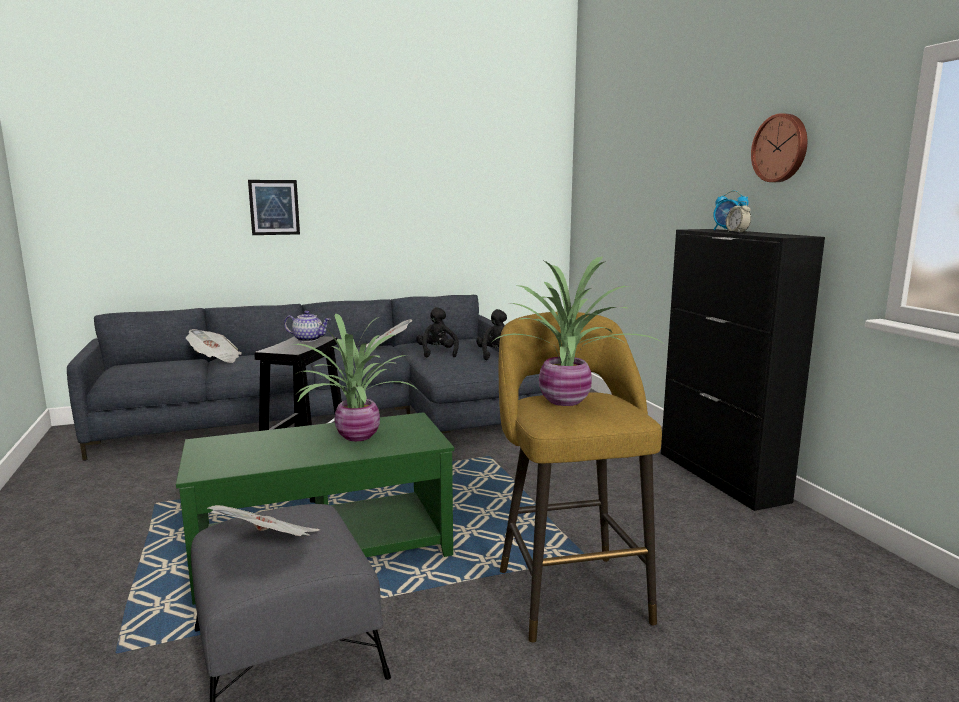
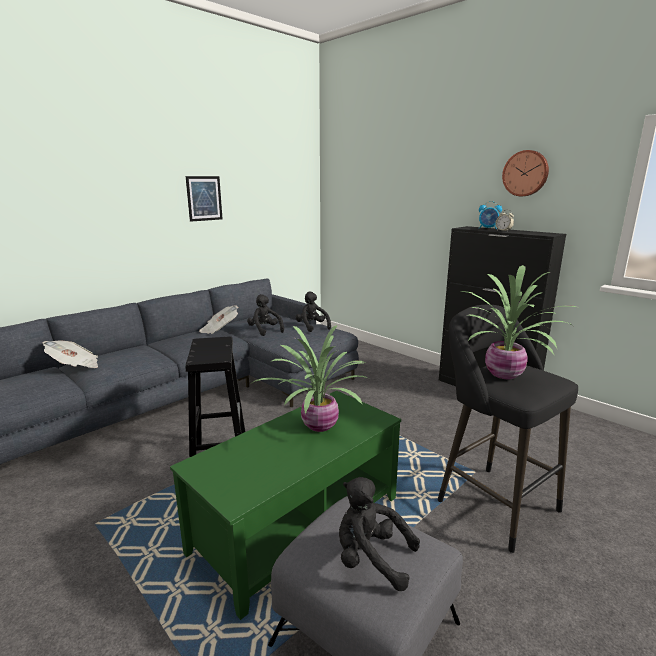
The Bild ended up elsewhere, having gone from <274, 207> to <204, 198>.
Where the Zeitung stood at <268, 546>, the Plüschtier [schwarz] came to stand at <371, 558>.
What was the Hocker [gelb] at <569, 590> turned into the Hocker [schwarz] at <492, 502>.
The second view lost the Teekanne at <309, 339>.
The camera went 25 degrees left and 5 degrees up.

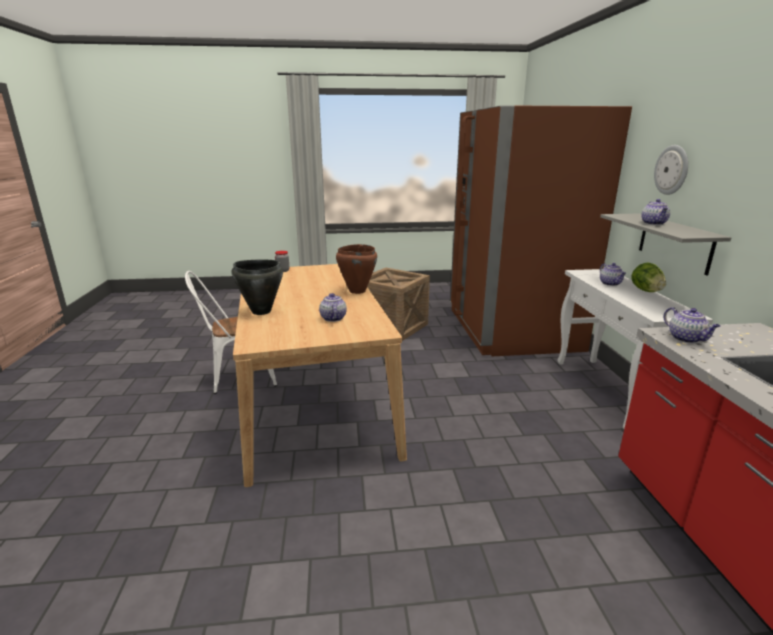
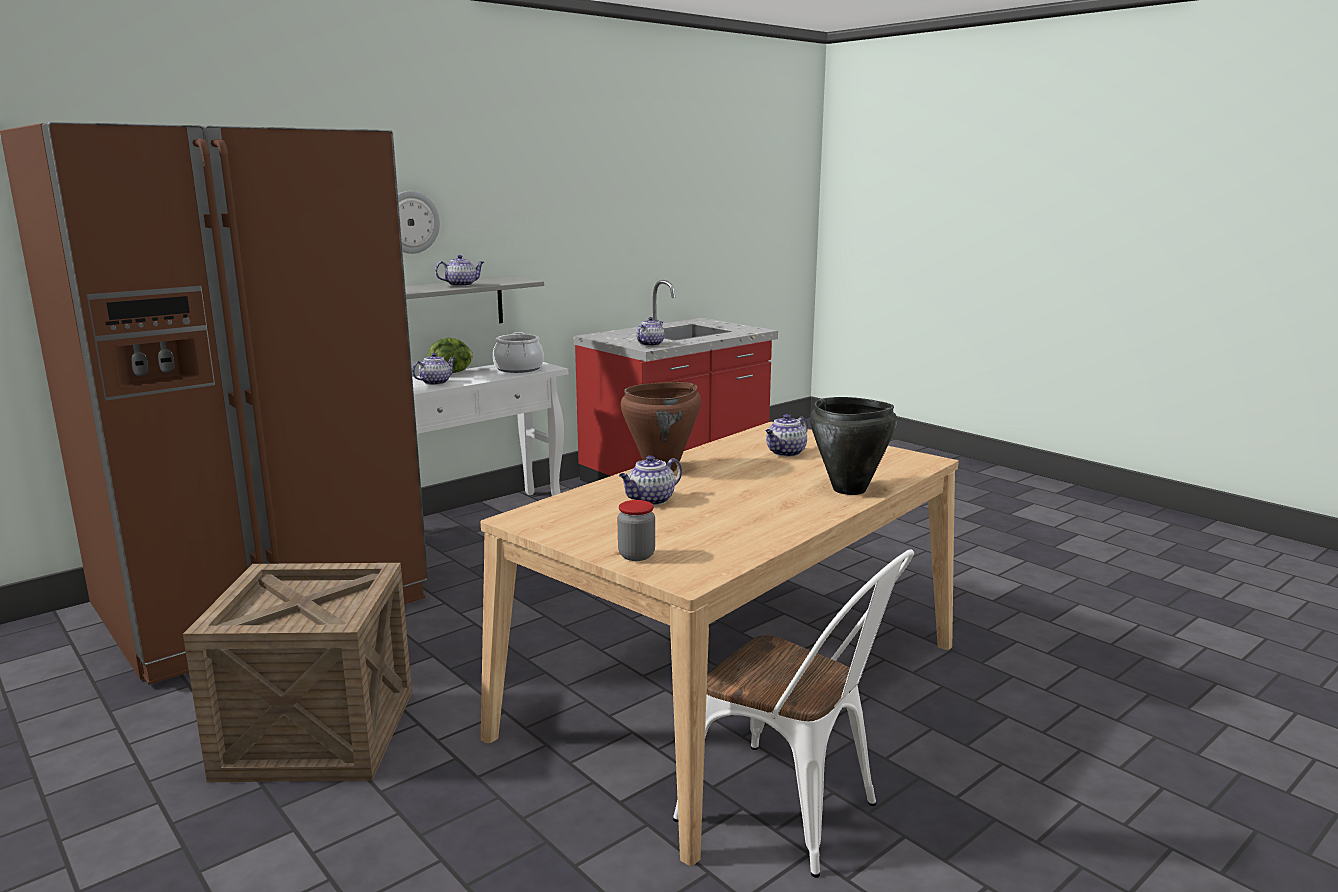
The second view gained the Kochtopf at <518, 369>.
The second view gained the Teekanne at <650, 500>.
The camera went 125 degrees left and 5 degrees down.

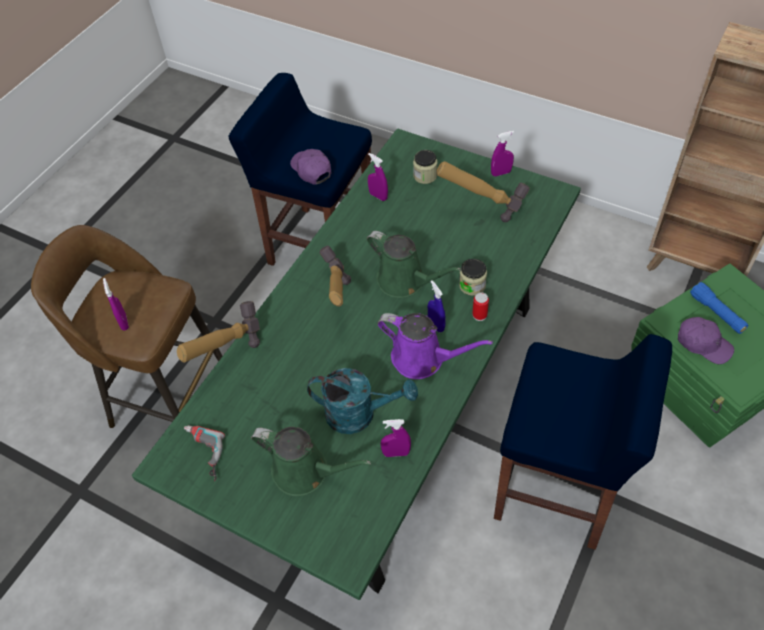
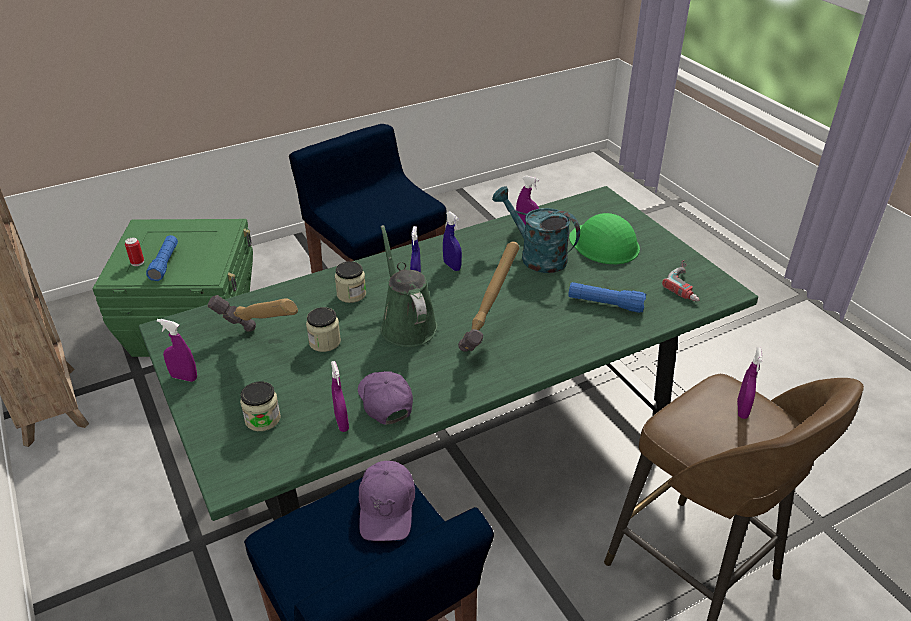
The Dose ended up elsewhere, having gone from <479, 315> to <137, 262>.
The second view gained the Vorratsglas at <324, 342>.
The Kappe [lila] ended up elsewhere, having gone from <703, 344> to <385, 401>.
Where the Gießkanne [lila] stood at <423, 359>, the Sprühflasche [blau] came to stand at <452, 266>.
The second view gained the Taschenlampe [blau] at <605, 304>.
Where the Gießkanne [grün] stood at <305, 471>, the Schutzhelm [grün] came to stand at <604, 244>.
The second view lost the Hammer at <227, 357>.
The camera went 150 degrees left and 15 degrees down.

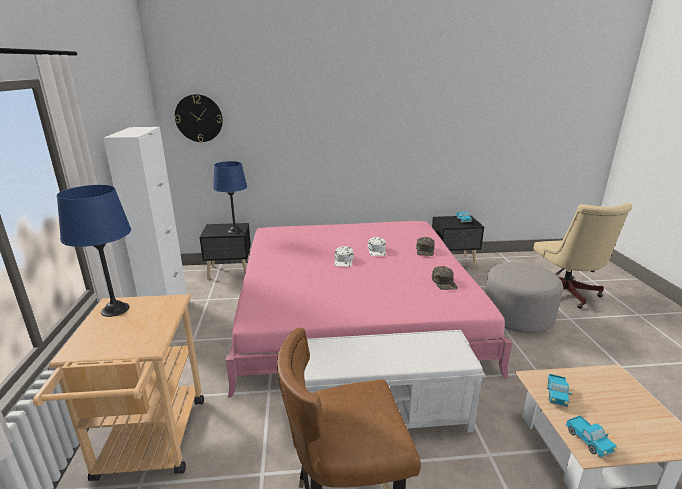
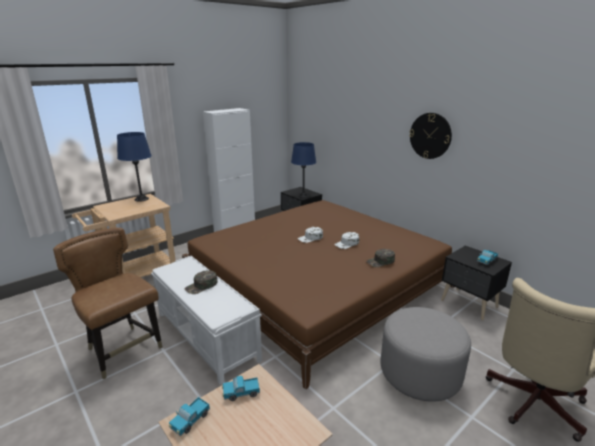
What was the Bett [rosa] at <353, 308> turned into the Bett [braun] at <316, 283>.
The Kappe [grün] ended up elsewhere, having gone from <444, 282> to <201, 286>.
The Wanduhr ended up elsewhere, having gone from <199, 118> to <430, 135>.
The camera went 55 degrees right and 0 degrees up.

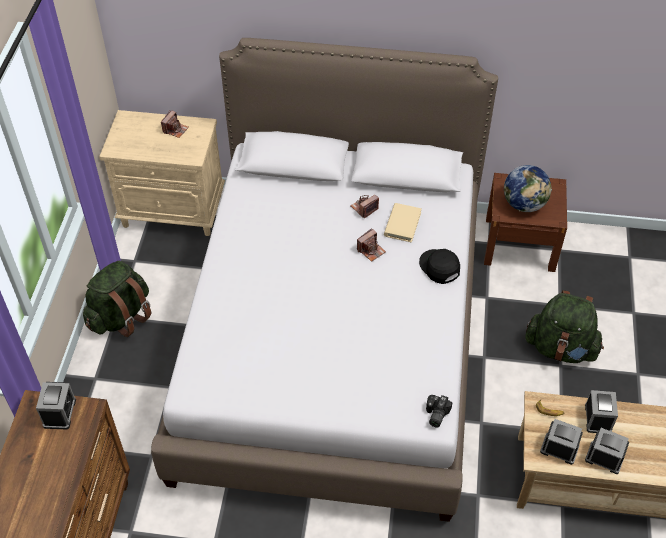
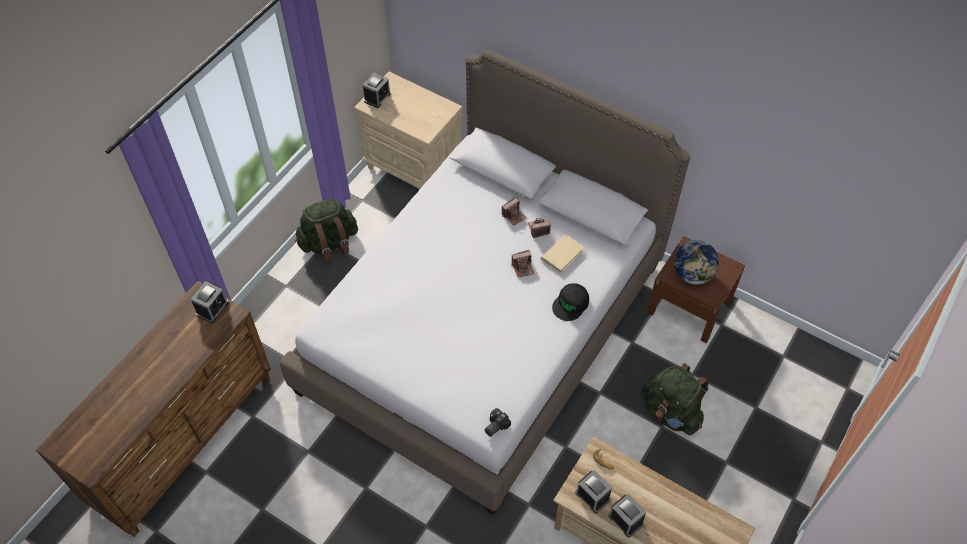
The Wecker ended up elsewhere, having gone from <598, 418> to <377, 97>.
The Kamera ended up elsewhere, having gone from <175, 129> to <514, 216>.
The Kappe [schwarz] at <439, 267> ended up facing another way, 135 degrees counterclockwise from before.
The camera went 25 degrees right and 5 degrees up.

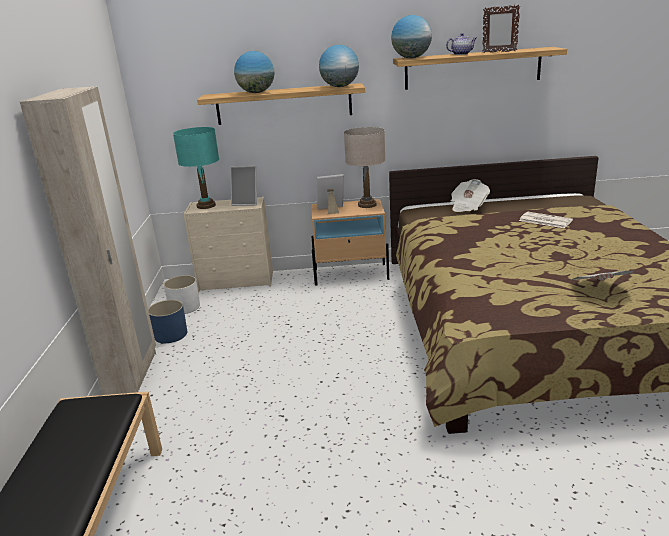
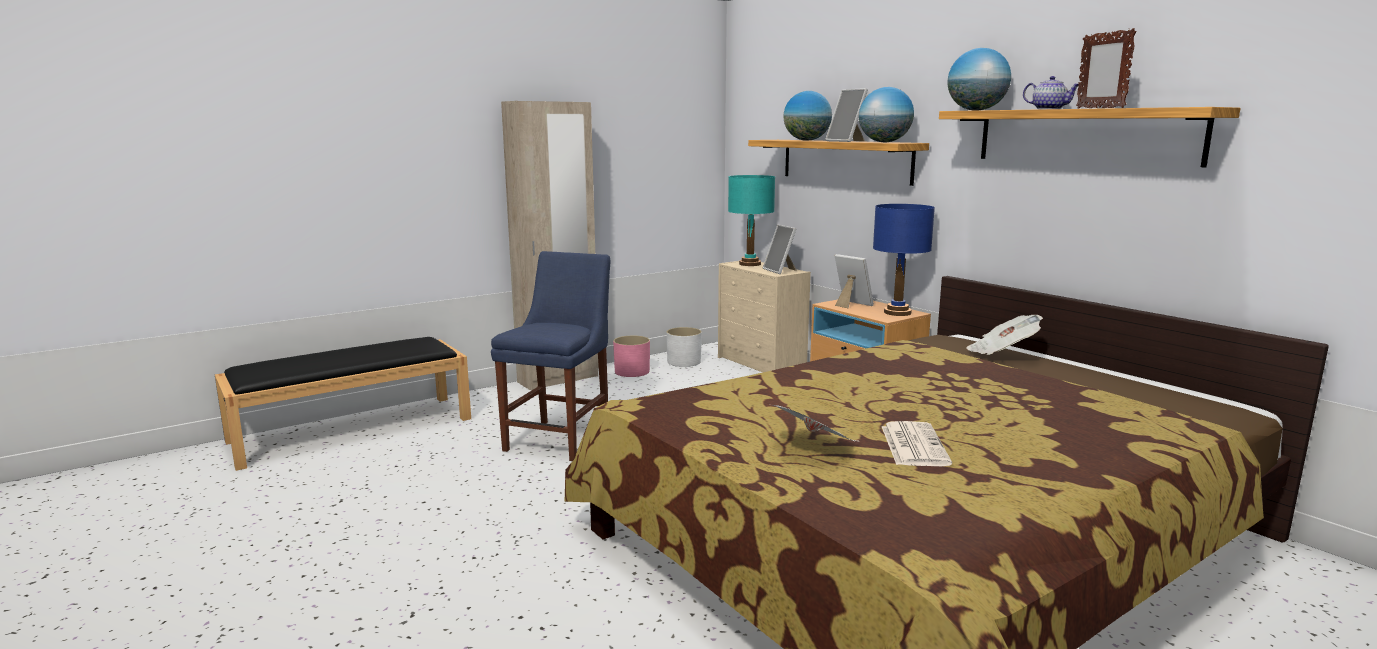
The second view gained the Stuhl [blau] at <561, 438>.
What was the Pflanzkübel [blau] at <170, 335> turned into the Pflanzkübel [rosa] at <632, 372>.
The second view gained the Bilderrahmen at <847, 141>.
What was the Tischlampe [beige] at <367, 205> turned into the Tischlampe [blau] at <897, 312>.
The Zeitung ended up elsewhere, having gone from <544, 220> to <913, 445>.
The camera went 55 degrees right and 10 degrees down.

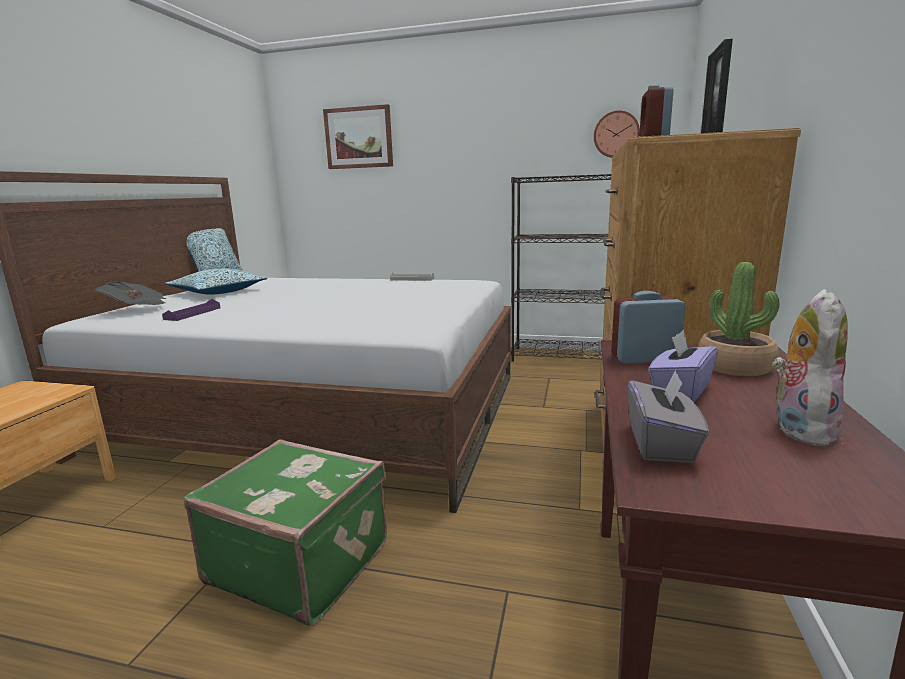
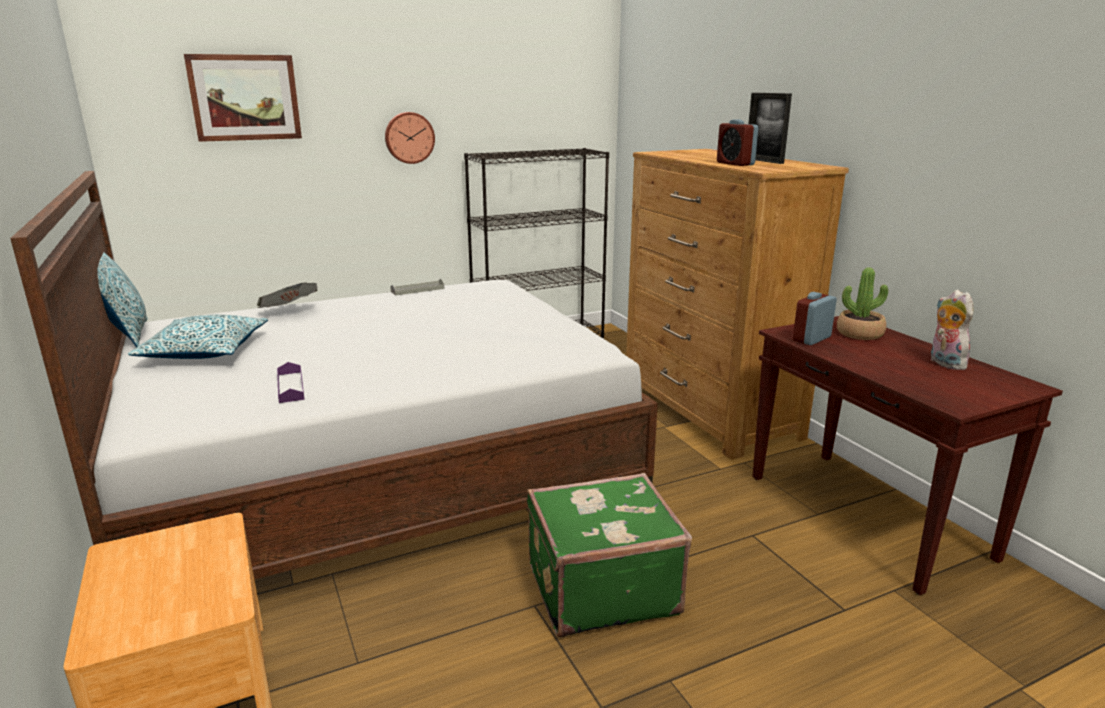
The Zeitung ended up elsewhere, having gone from <138, 310> to <289, 312>.
The Wanduhr ended up elsewhere, having gone from <616, 134> to <409, 137>.
The second view lost the Taschentuchbox [grau] at <661, 444>.
The second view lost the Taschentuchbox [lila] at <680, 390>.
The camera went 40 degrees left and 5 degrees up.

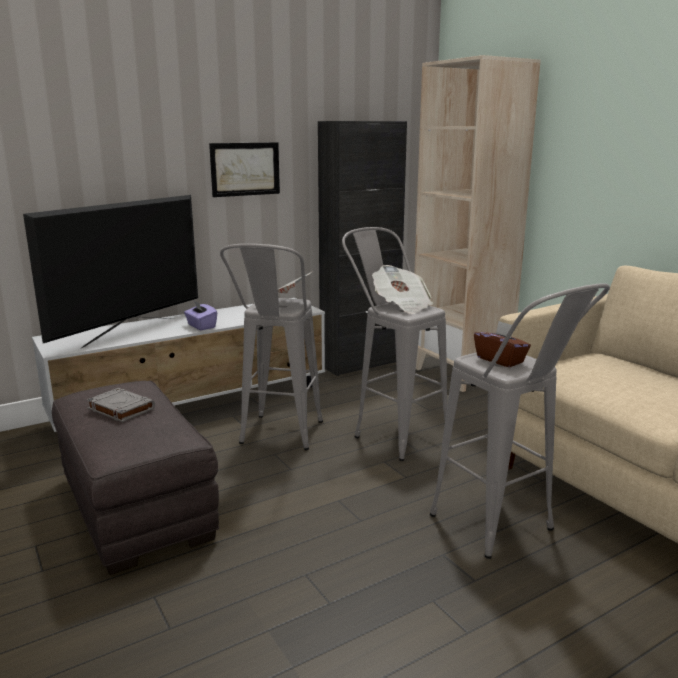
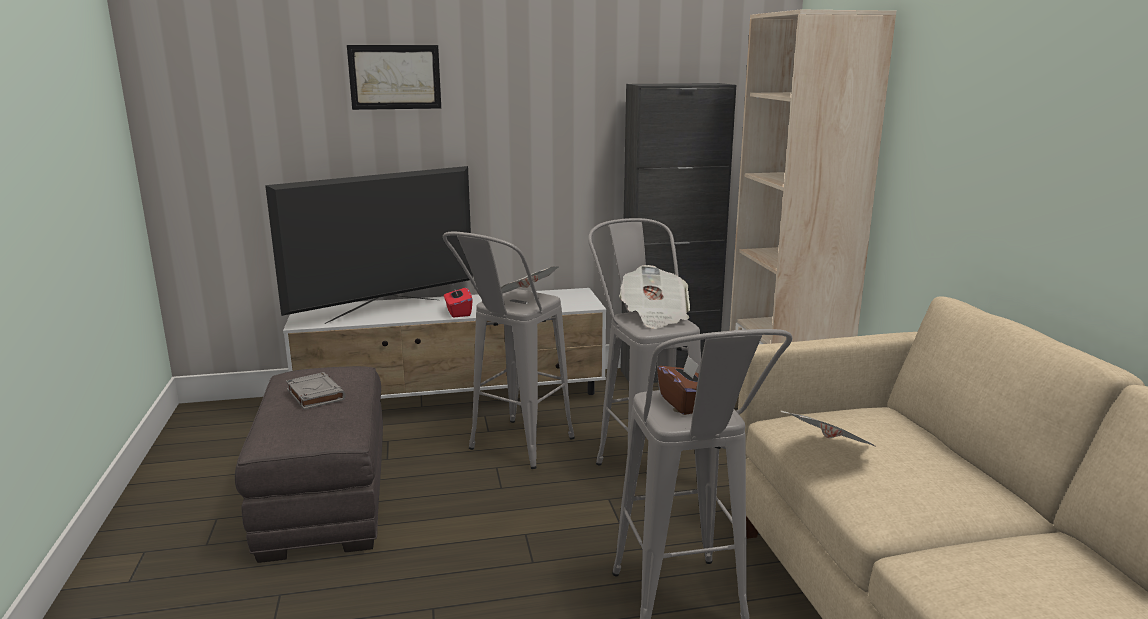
The Bild ended up elsewhere, having gone from <245, 169> to <395, 77>.
What was the Taschentuchbox [lila] at <201, 326> turned into the Taschentuchbox [rot] at <458, 312>.
The second view gained the Zeitung at <829, 453>.
The camera went 20 degrees right and 0 degrees up.

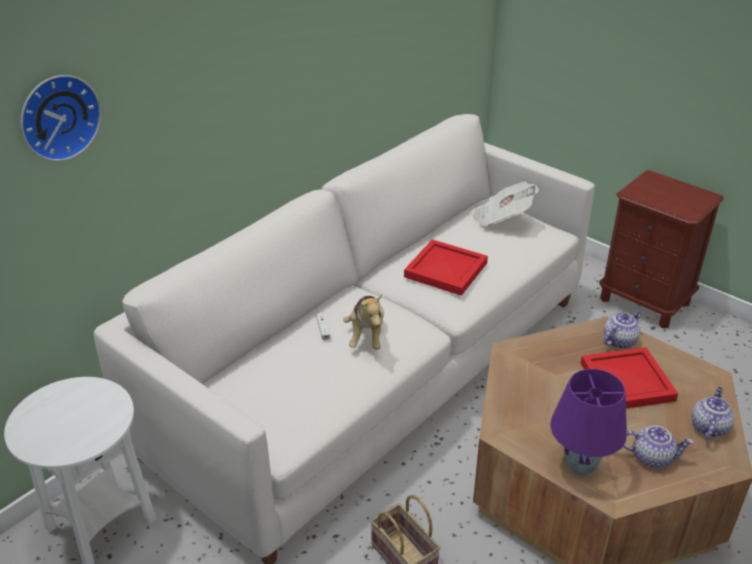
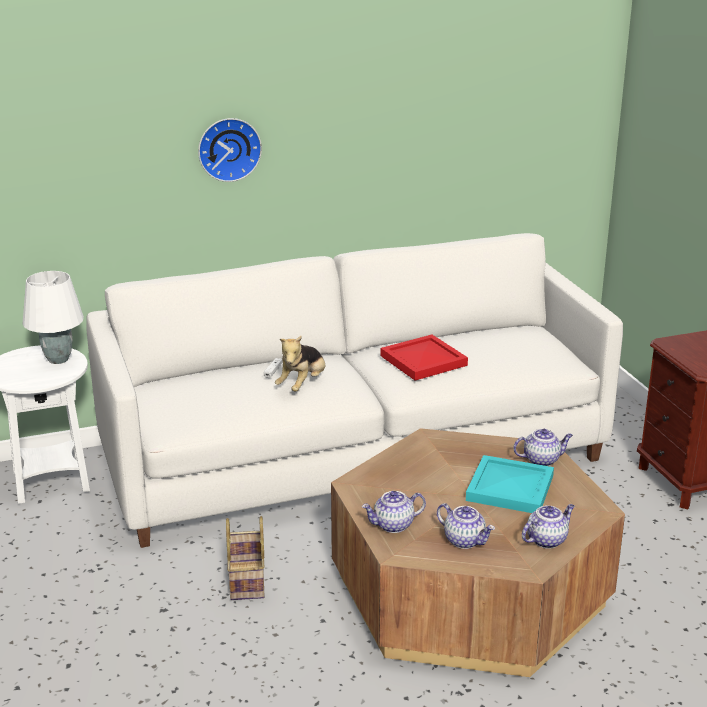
The second view gained the Tischlampe [weiß] at <57, 359>.
The Wanduhr ended up elsewhere, having gone from <58, 116> to <228, 148>.
Where the Tischlampe [lila] stood at <581, 466>, the Teekanne came to stand at <393, 525>.
What was the Tablett [rot] at <625, 381> turned into the Tablett [türkis] at <509, 487>.
The second view lost the Zeitung at <501, 218>.
The camera went 30 degrees right and 10 degrees down.

